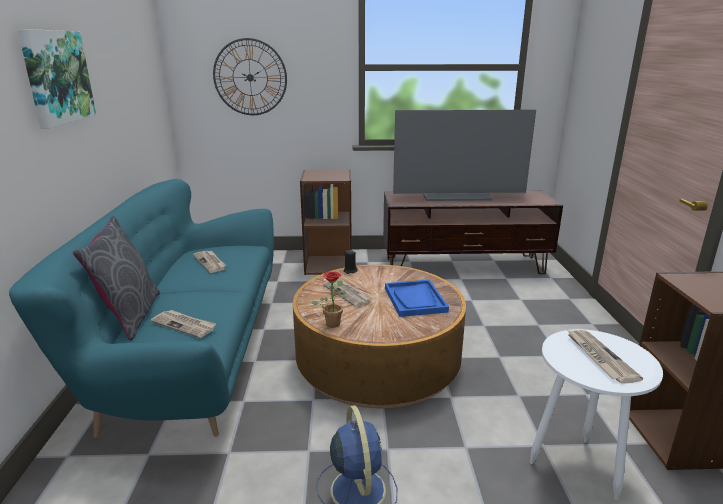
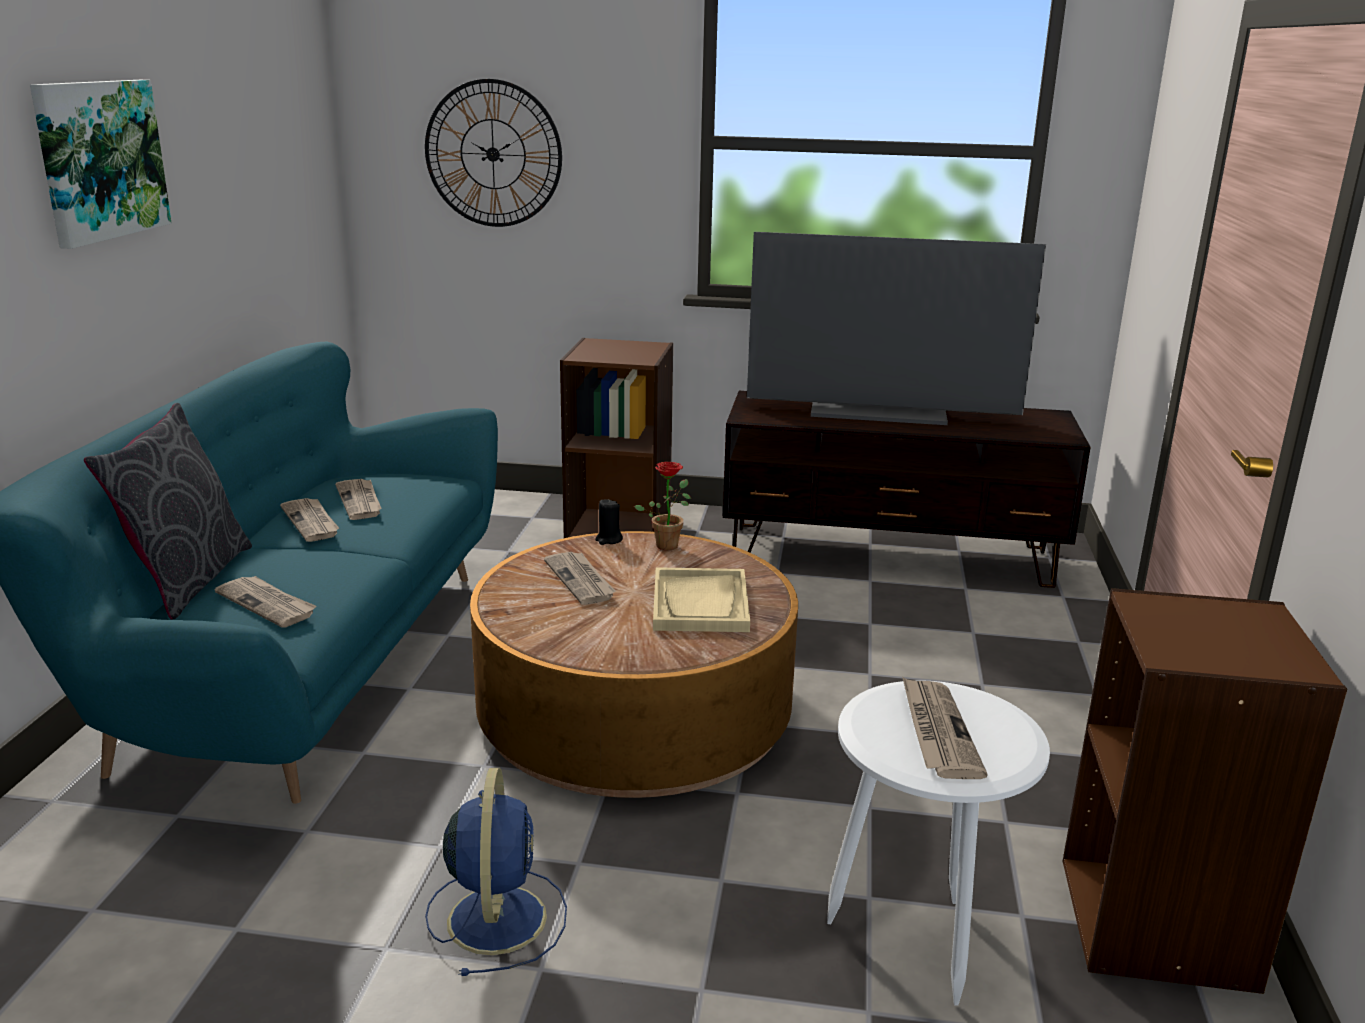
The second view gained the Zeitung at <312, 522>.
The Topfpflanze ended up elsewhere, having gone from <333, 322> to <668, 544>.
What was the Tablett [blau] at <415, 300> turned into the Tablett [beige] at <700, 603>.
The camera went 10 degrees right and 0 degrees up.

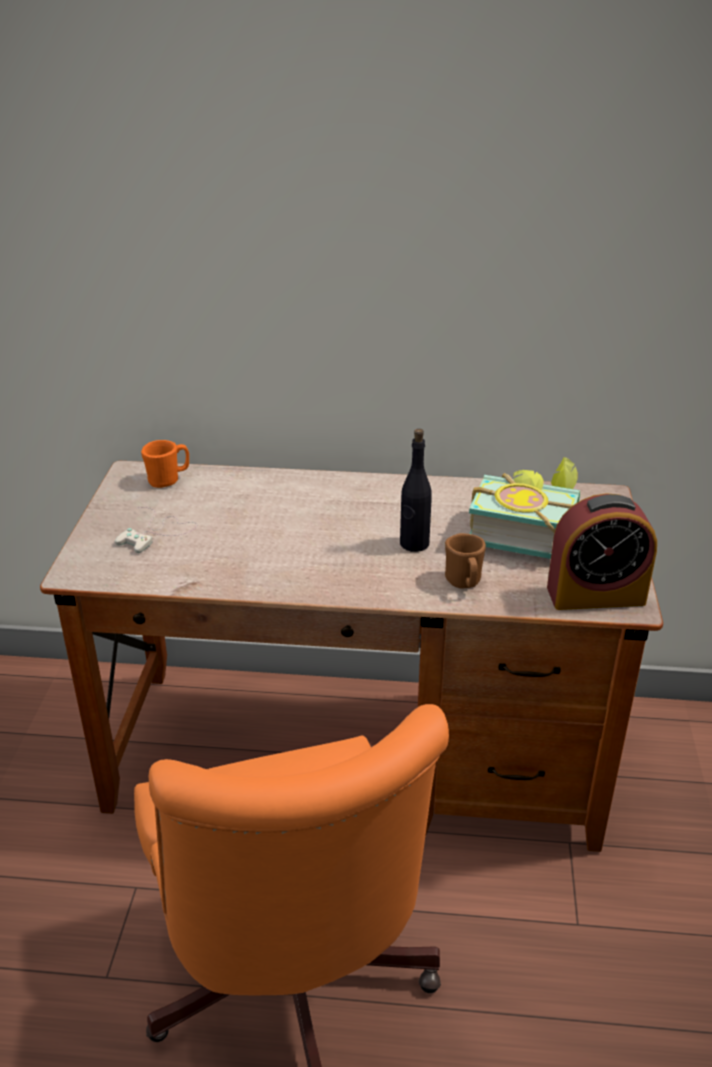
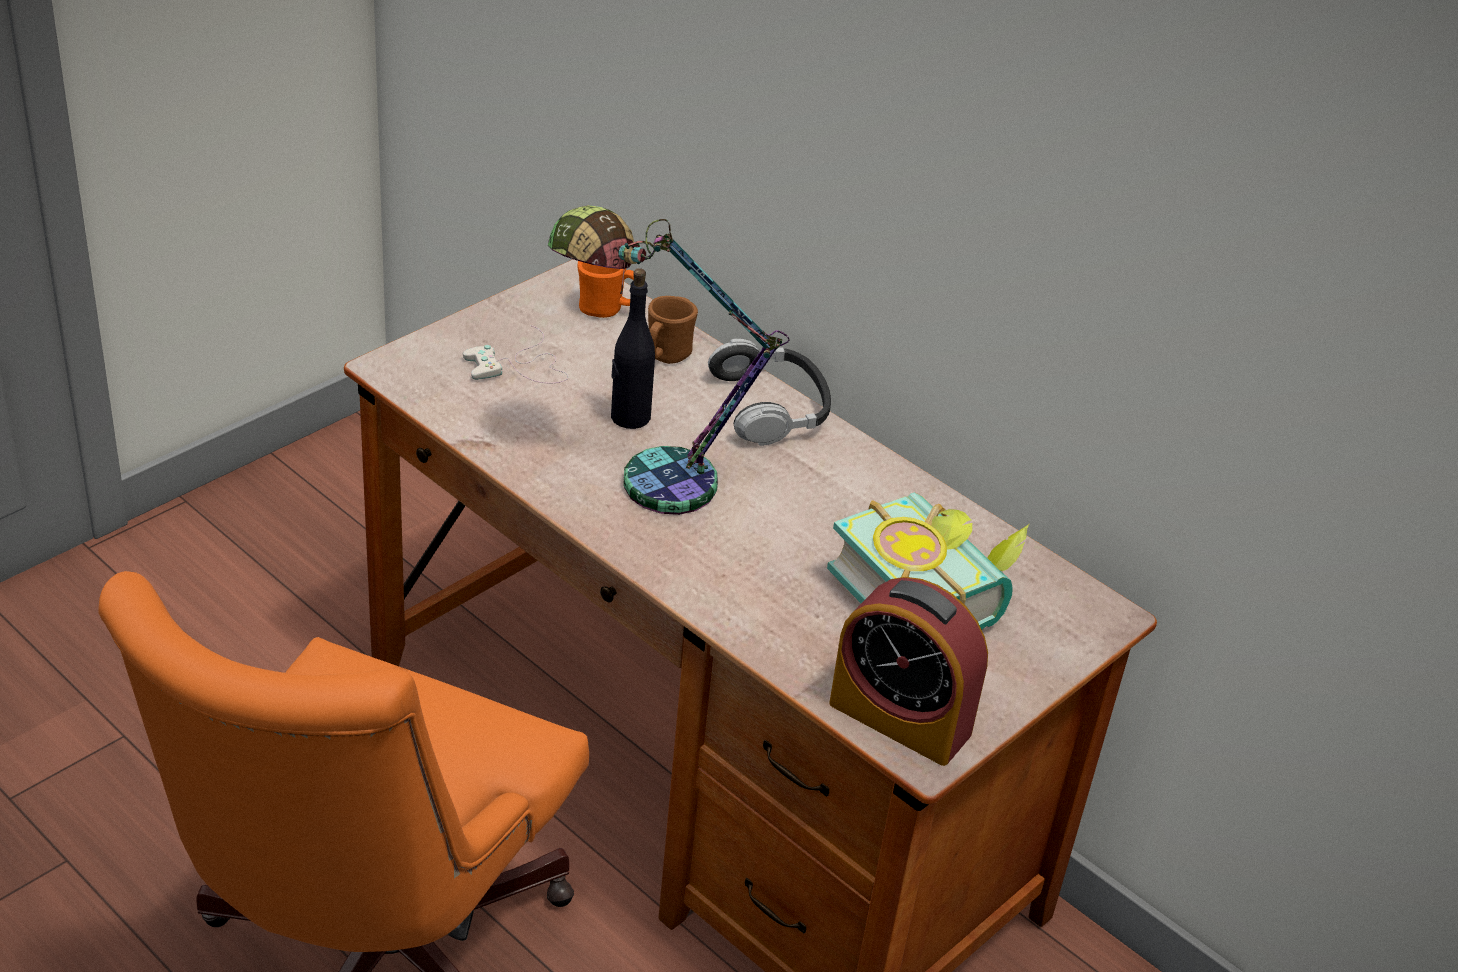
The second view gained the Tischlampe at <644, 473>.
The Flasche [schwarz] ended up elsewhere, having gone from <414, 544> to <629, 417>.
The Henkelbecher [braun] ended up elsewhere, having gone from <464, 583> to <665, 356>.
The second view gained the Kopfhörer at <771, 406>.
The camera went 35 degrees right and 5 degrees up.

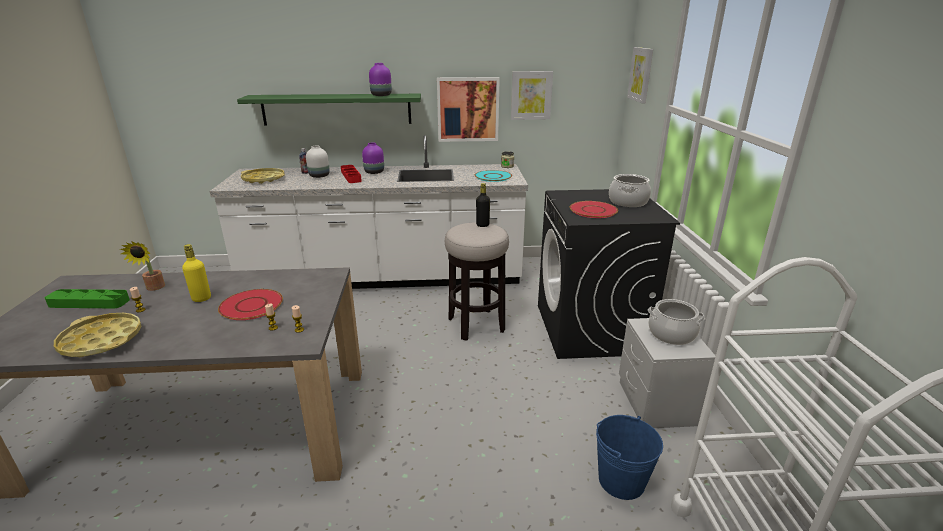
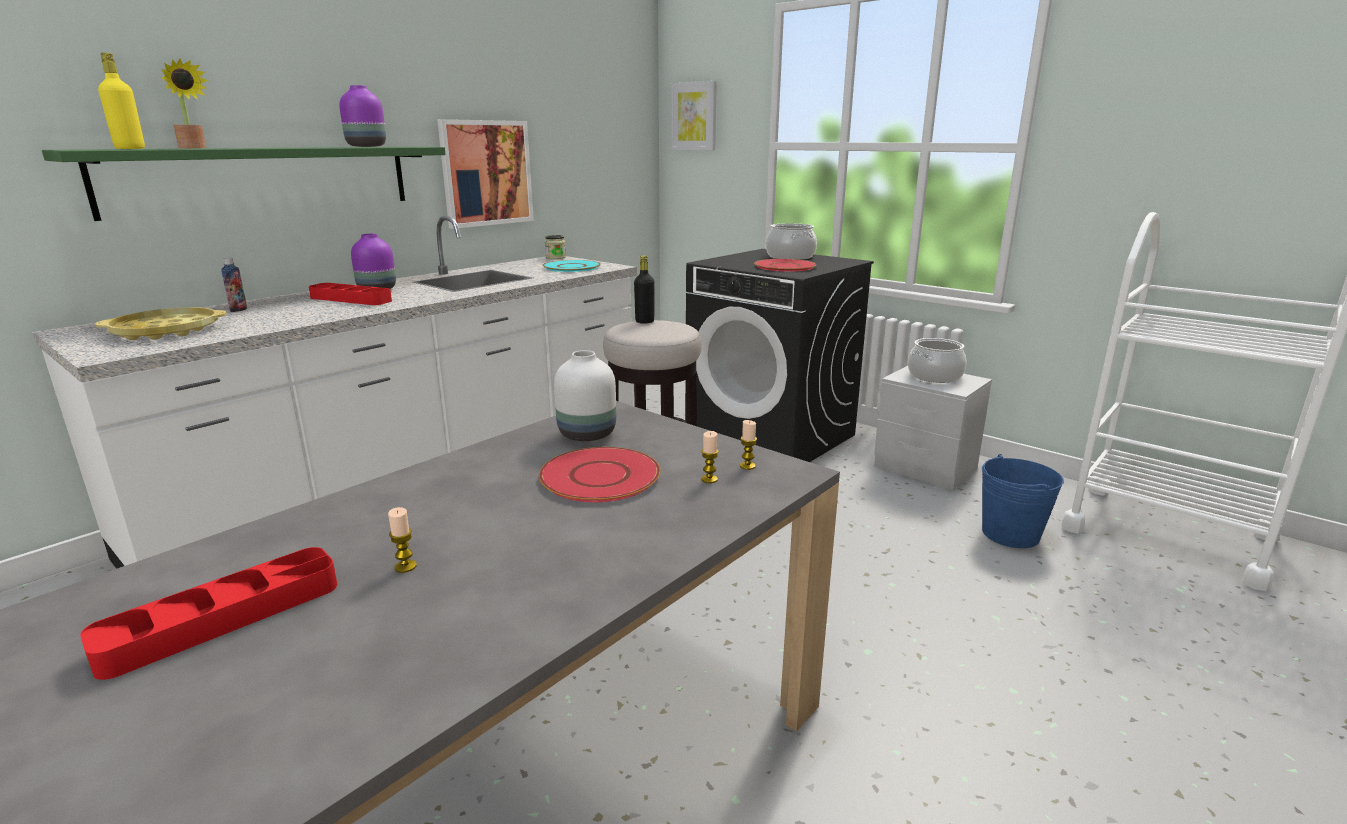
What was the Tablett [grün] at <89, 303> turned into the Tablett [rot] at <223, 618>.
The Flasche [gelb] ended up elsewhere, having gone from <201, 298> to <130, 148>.
The Topfpflanze ended up elsewhere, having gone from <154, 288> to <194, 148>.
The Vase [weiß] ended up elsewhere, having gone from <318, 176> to <586, 435>.
The second view lost the Tablett [gelb] at <101, 340>.
The second view lost the Bild at <531, 95>.
The camera went 45 degrees left and 5 degrees down.

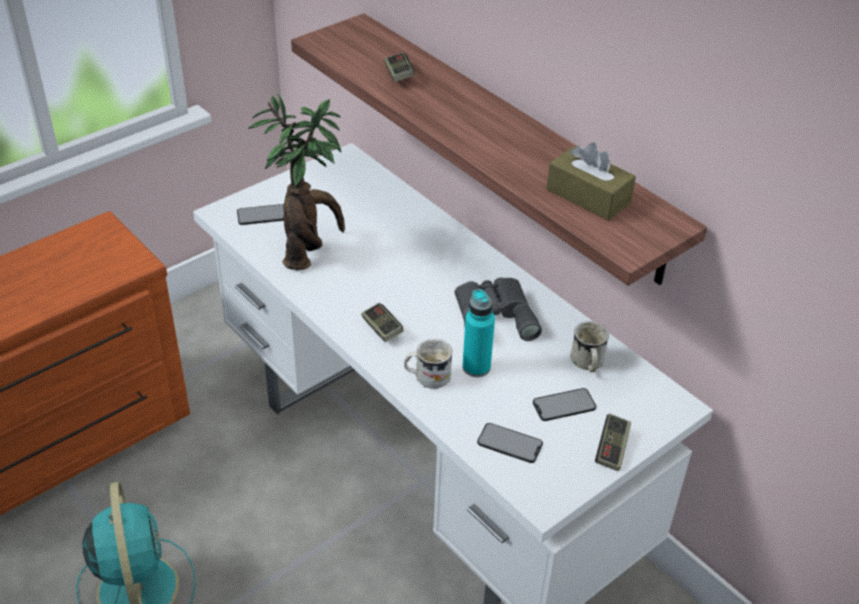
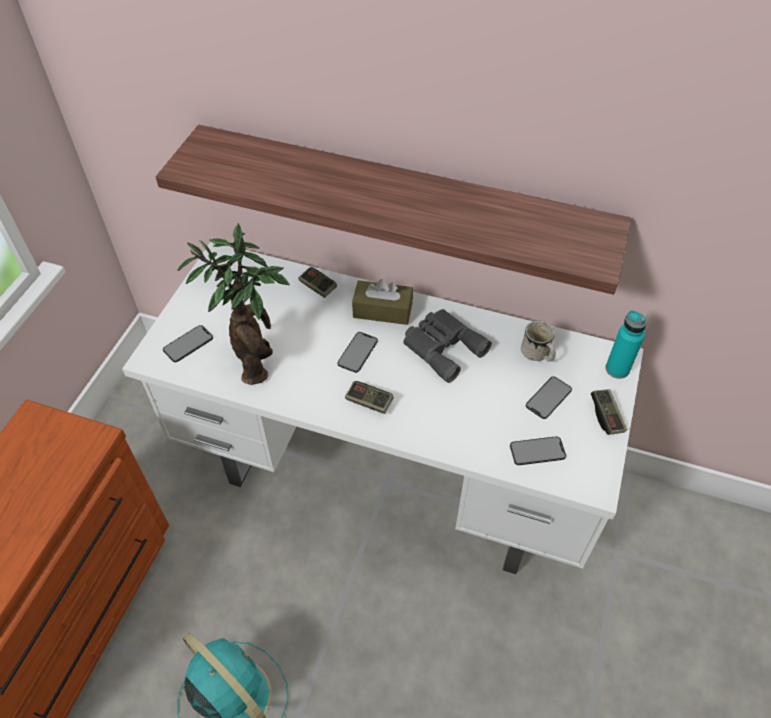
The Gamepad ended up elsewhere, having gone from <398, 75> to <317, 287>.
The second view gained the Handy at <357, 352>.
The Taschentuchbox [braun] ended up elsewhere, having gone from <588, 196> to <382, 310>.
The Flasche [türkis] ended up elsewhere, having gone from <476, 367> to <617, 369>.
The second view lost the Henkelbecher [weiß] at <427, 377>.
The camera went 30 degrees left and 10 degrees up.

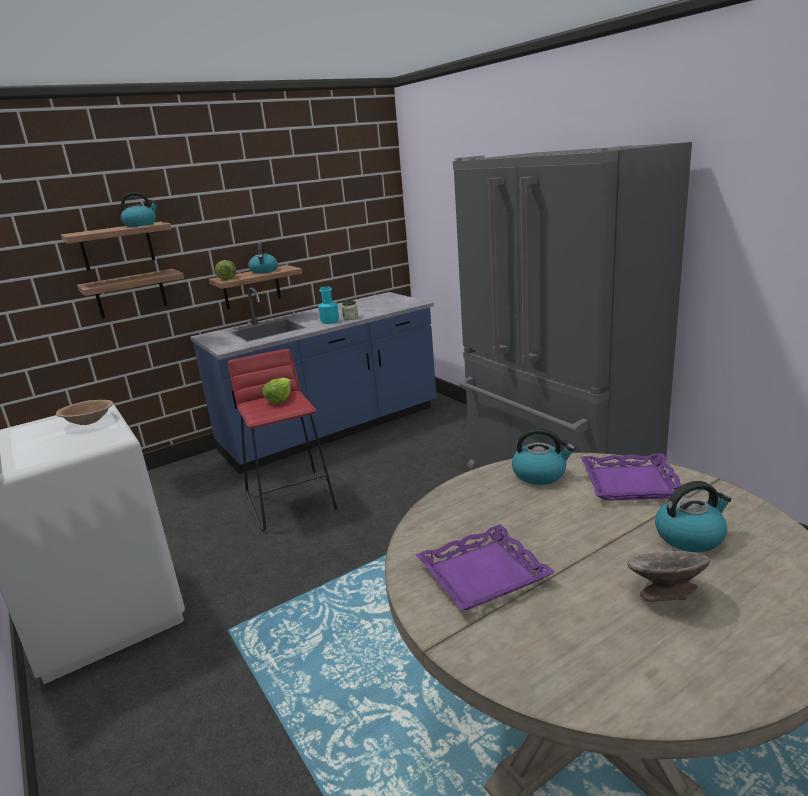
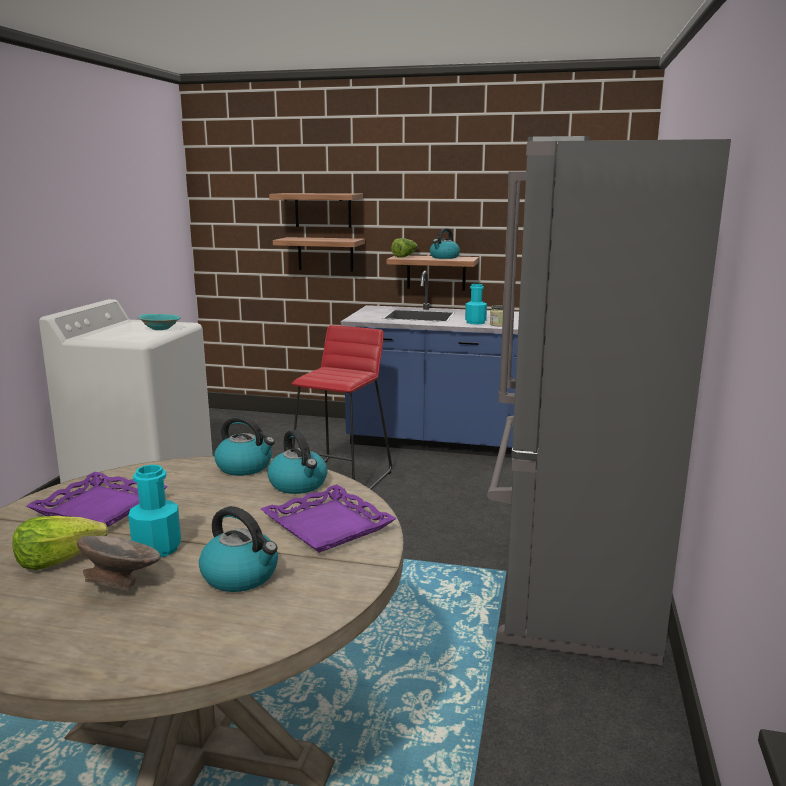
The Salatkopf ended up elsewhere, having gone from <279, 399> to <59, 559>.
The second view gained the Flasche [türkis] at <157, 548>.
What was the Schüssel [braun] at <89, 421> turned into the Schüssel [türkis] at <160, 329>.
The Wasserkessel ended up elsewhere, having gone from <141, 225> to <245, 467>.
The camera went 45 degrees right and 5 degrees down.

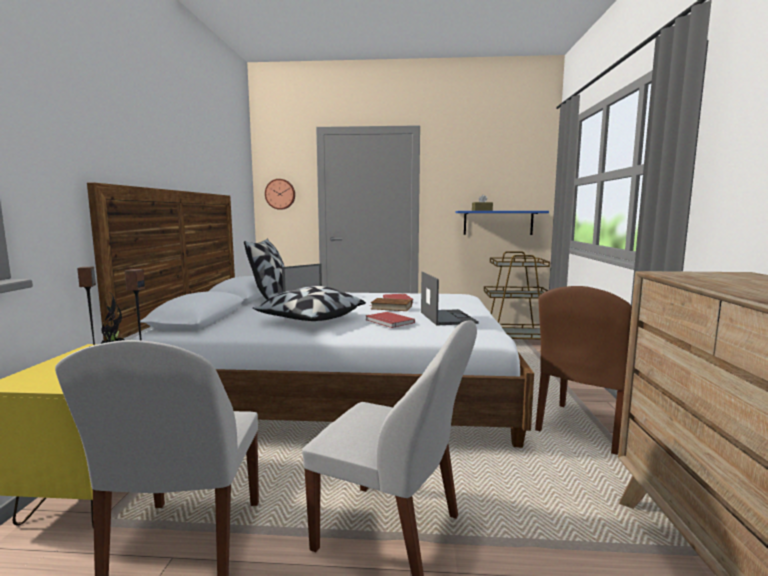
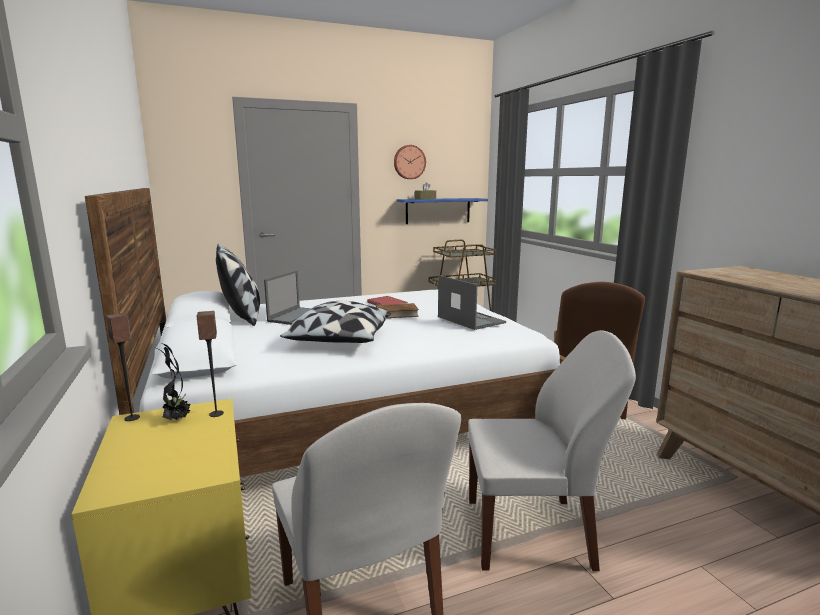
The Wanduhr ended up elsewhere, having gone from <280, 194> to <409, 162>.
The second view lost the Buch [rot] at <388, 322>.
The camera went 25 degrees left and 5 degrees up.

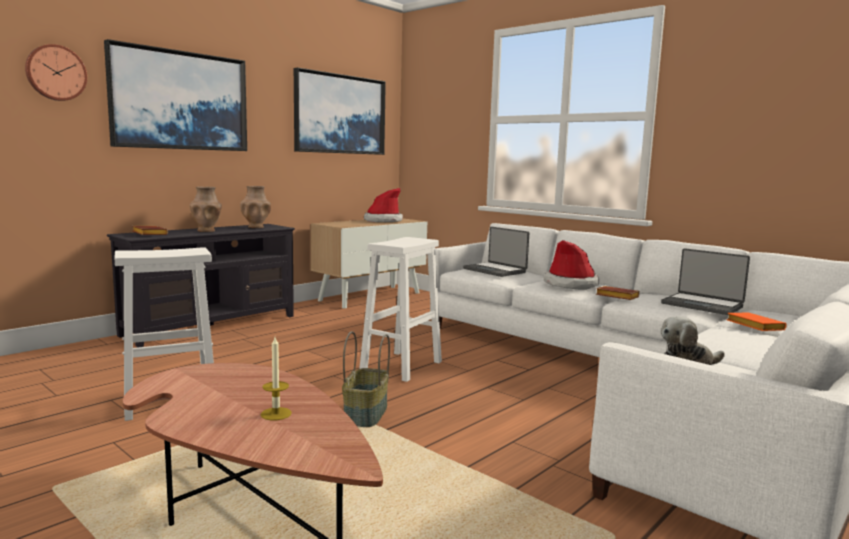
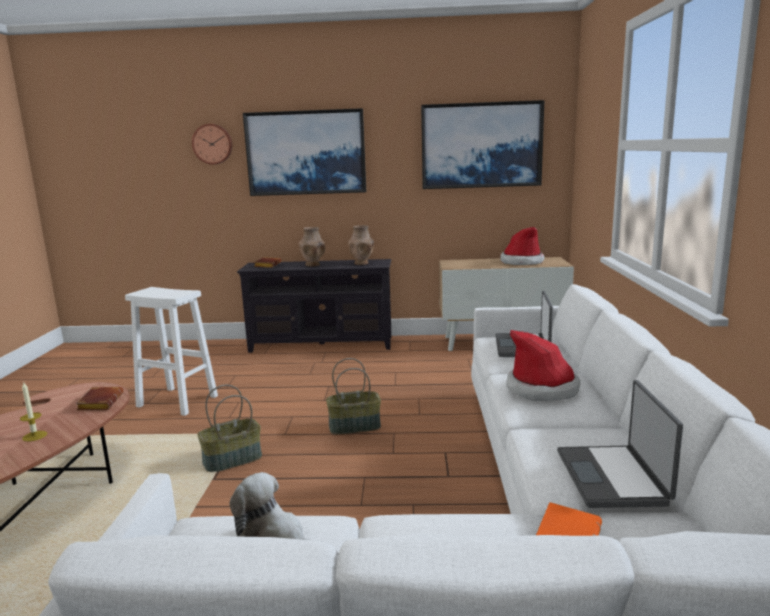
The Buch [braun] ended up elsewhere, having gone from <615, 297> to <100, 402>.
Where the Hocker [weiß] stood at <402, 365>, the Korb came to stand at <355, 426>.
The camera went 50 degrees right and 5 degrees up.

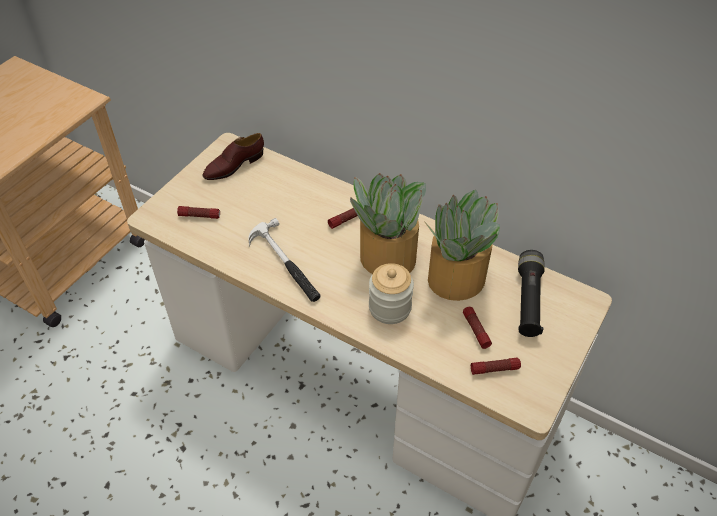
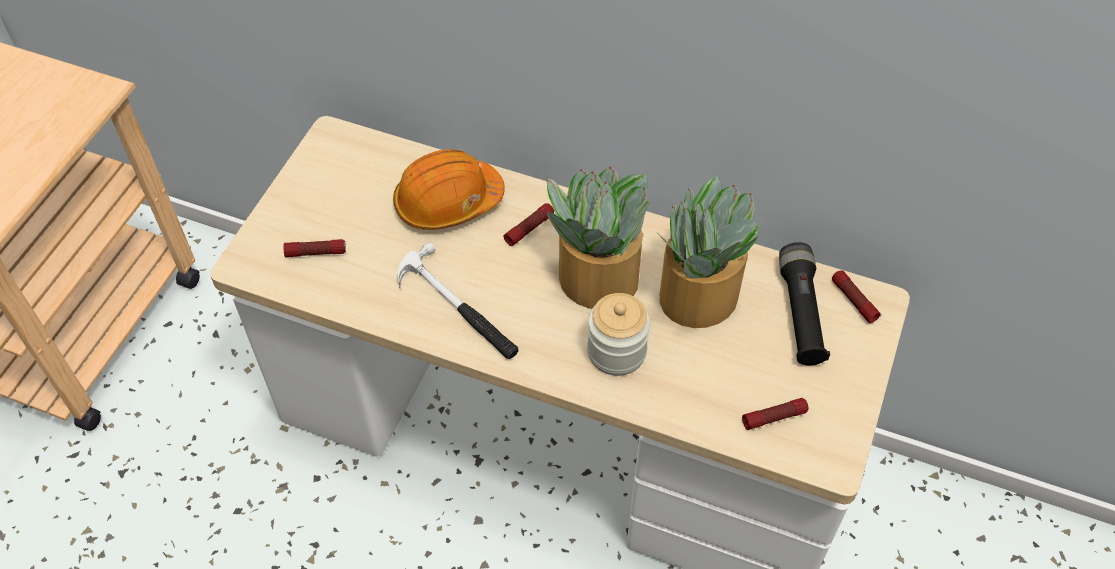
The second view gained the Schutzhelm [orange] at <448, 202>.
The Taschenlampe ended up elsewhere, having gone from <476, 330> to <853, 300>.
The second view lost the Schuh [braun] at <234, 165>.
The camera went 10 degrees left and 5 degrees up.

